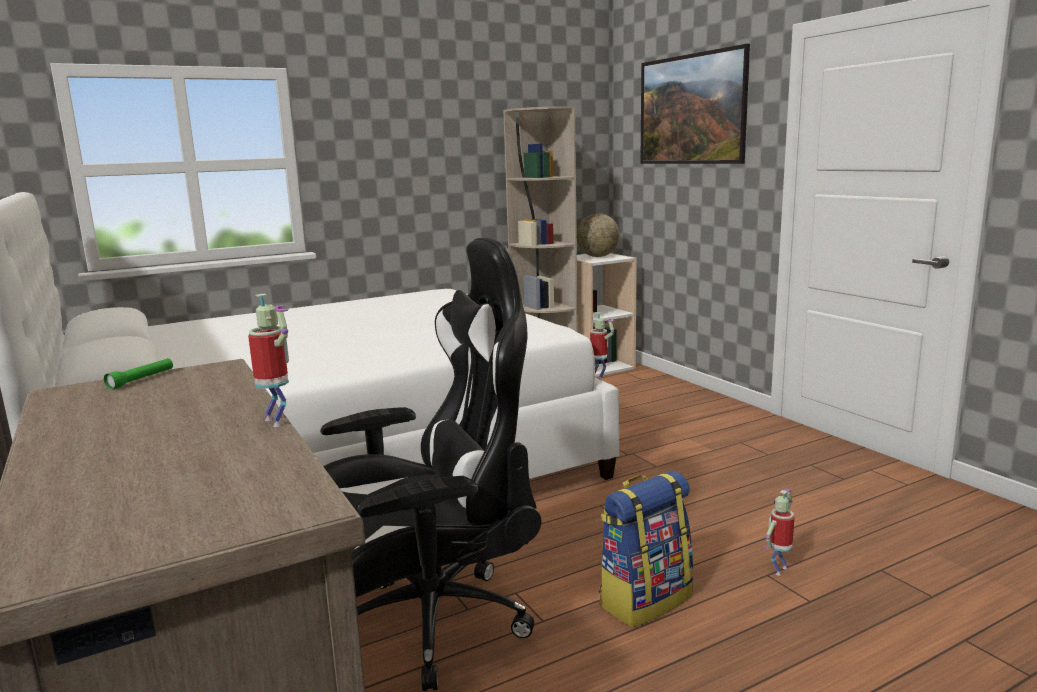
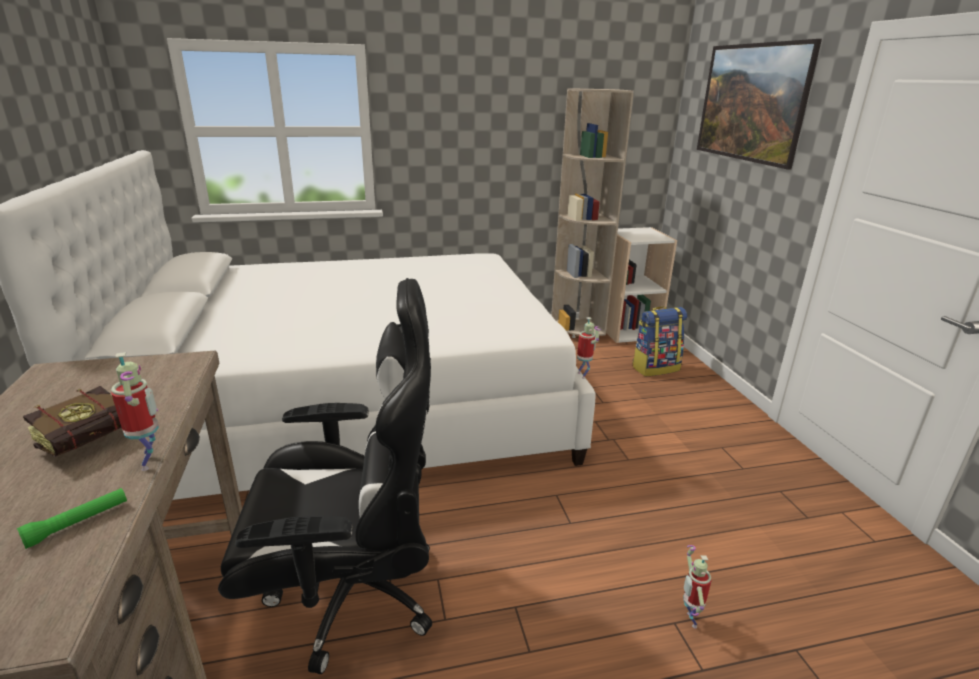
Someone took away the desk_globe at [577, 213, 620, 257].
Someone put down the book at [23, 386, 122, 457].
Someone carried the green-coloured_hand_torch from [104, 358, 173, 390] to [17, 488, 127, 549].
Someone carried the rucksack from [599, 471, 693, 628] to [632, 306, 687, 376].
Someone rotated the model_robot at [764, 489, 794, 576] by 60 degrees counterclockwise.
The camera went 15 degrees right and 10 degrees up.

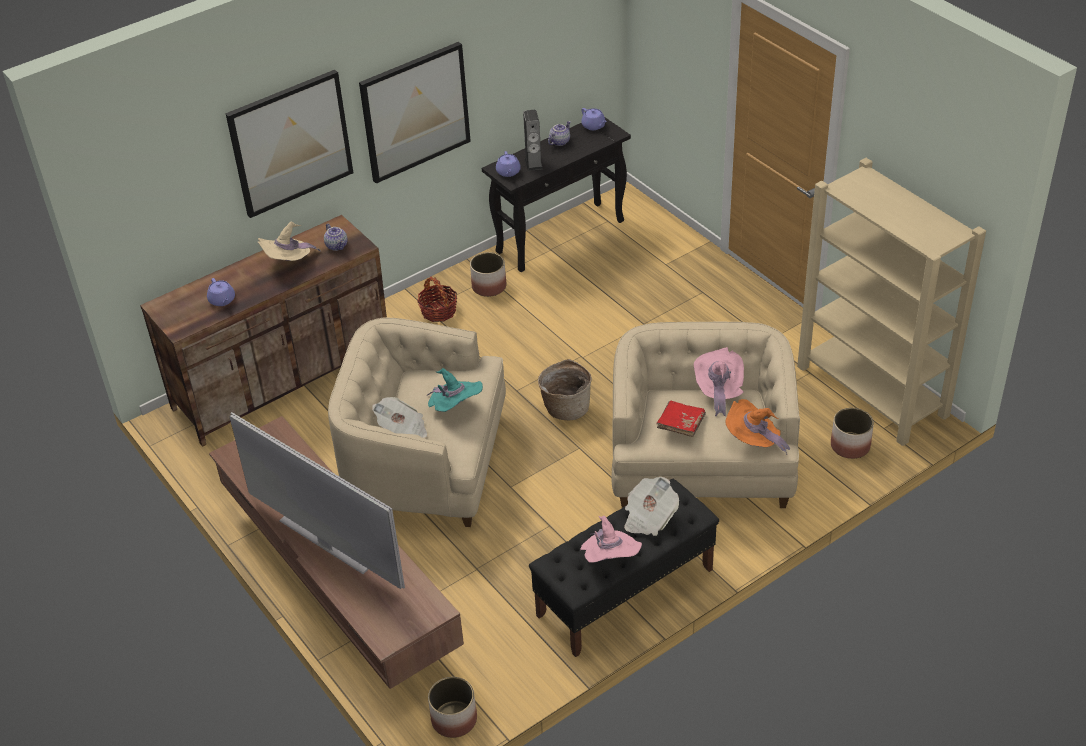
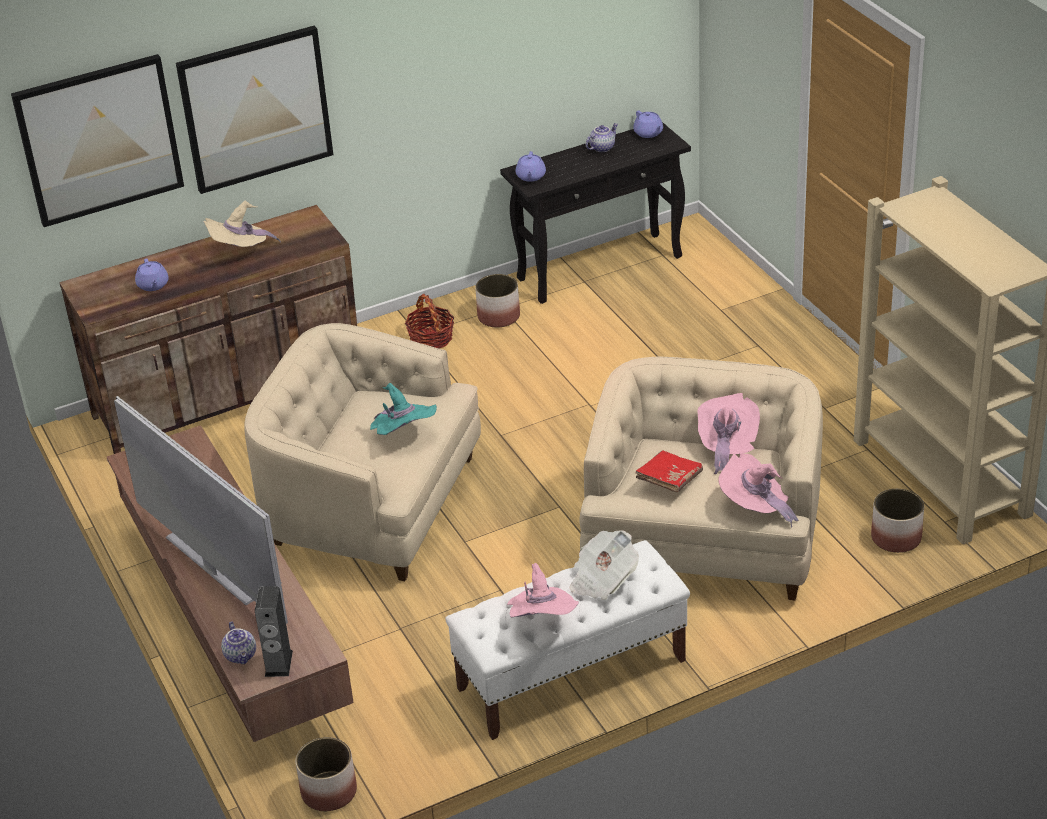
Someone took away the newspaper at [372, 397, 427, 438].
Someone took away the storage_basket at [538, 359, 592, 420].
Someone carried the pot_for_tea from [324, 224, 347, 251] to [221, 621, 256, 664].
Someone carried the picture from [359, 42, 471, 184] to [11, 54, 184, 227].
Someone carried the speaker from [523, 110, 543, 171] to [255, 586, 293, 677].
Someone repainted the black-coloured_indoor_bench at [529, 479, 719, 657], which became the white-coloured_indoor_bench at [445, 540, 690, 740].
Someone repainted the orangey_clothing_hat at [725, 399, 791, 456], which became the pink_clothing_hat at [718, 453, 798, 528].
The camera went 10 degrees right and 5 degrees down.

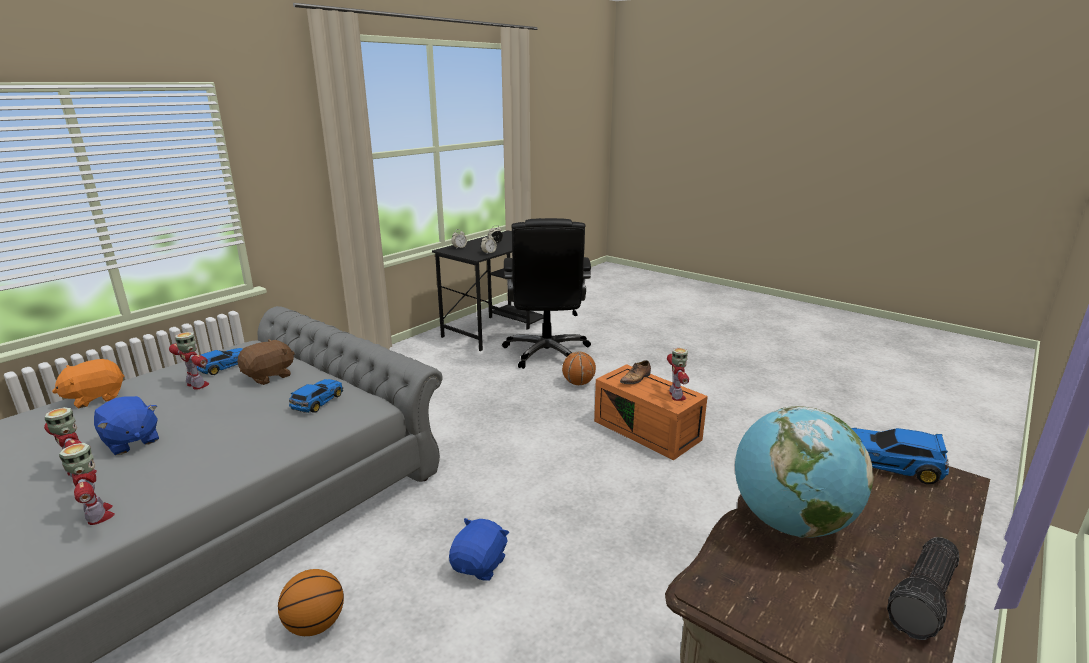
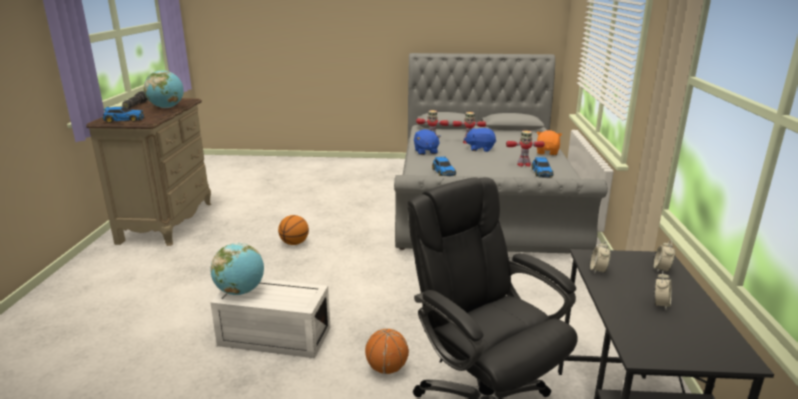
Someone took away the brown-coloured_plush_toy at [238, 339, 295, 385].
Someone took away the shoe at [620, 360, 651, 384].
Someone carried the basketball from [278, 569, 344, 636] to [278, 215, 309, 245].
Someone carried the bluish_plush_toy from [449, 518, 509, 581] to [414, 129, 441, 155].
Someone swapped the model_robot at [667, 348, 689, 401] for the desk_globe at [210, 243, 264, 295].
Someone repainted the orangey_storage_container at [594, 364, 708, 460], which became the white-coloured_storage_container at [210, 279, 330, 358].
The camera went 145 degrees right and 0 degrees up.

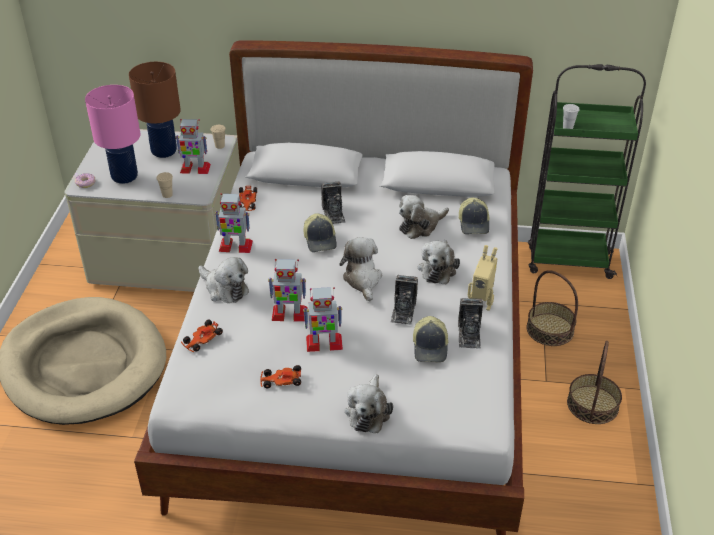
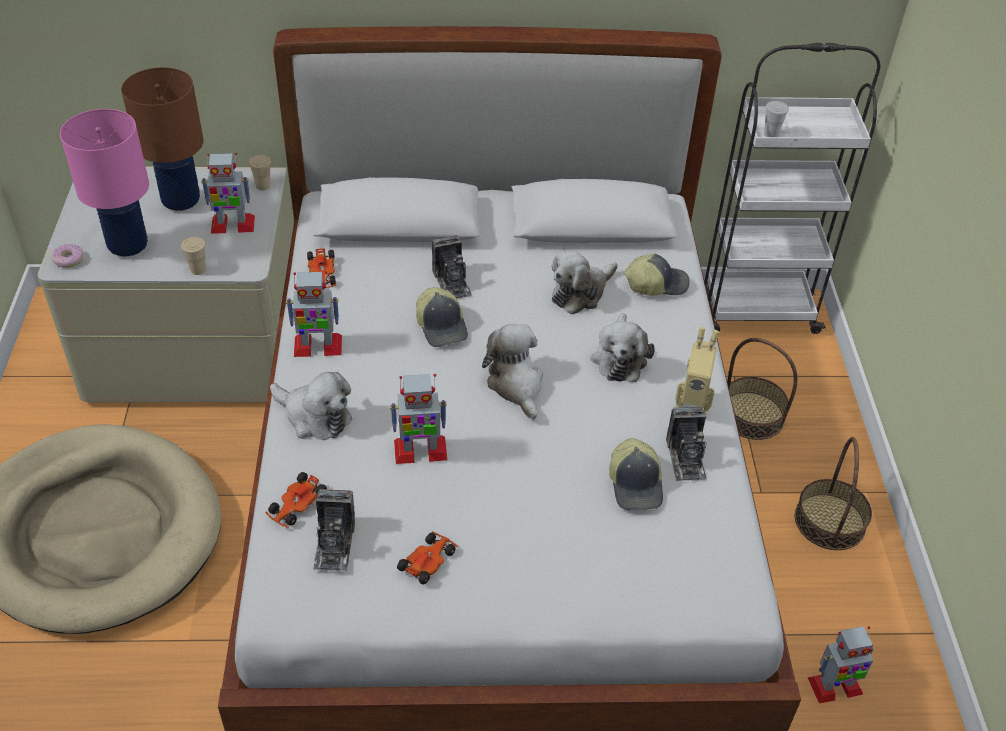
Someone took away the plush_toy at [345, 374, 393, 433].
Someone carried the model_robot from [303, 287, 343, 352] to [807, 626, 874, 703].
Someone carried the still_camera from [391, 275, 418, 325] to [313, 489, 355, 571].
Someone repainted the green-coloured_trolley at [528, 64, 646, 279], which became the white-coloured_trolley at [704, 43, 880, 334].
Someone rotated the miniature_car at [260, 365, 301, 389] by 135 degrees clockwise.
Someone rotated the cap at [459, 197, 490, 234] by 90 degrees counterclockwise.
The camera went 10 degrees left and 5 degrees up.

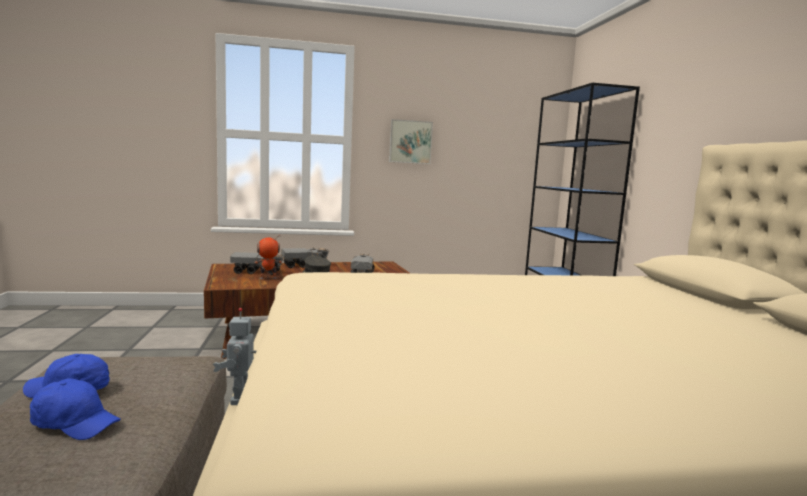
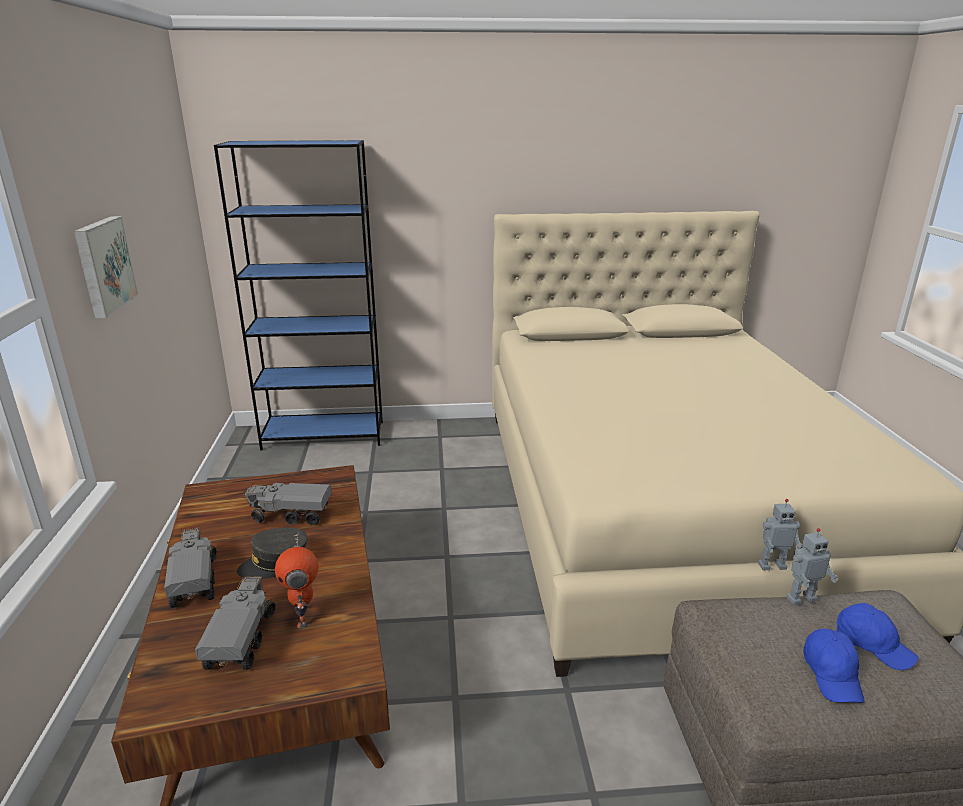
Someone put down the model_robot at [786, 528, 838, 605].
Someone rotated the bluish_cap at [30, 378, 121, 440] by 120 degrees clockwise.
The camera went 85 degrees left and 15 degrees up.

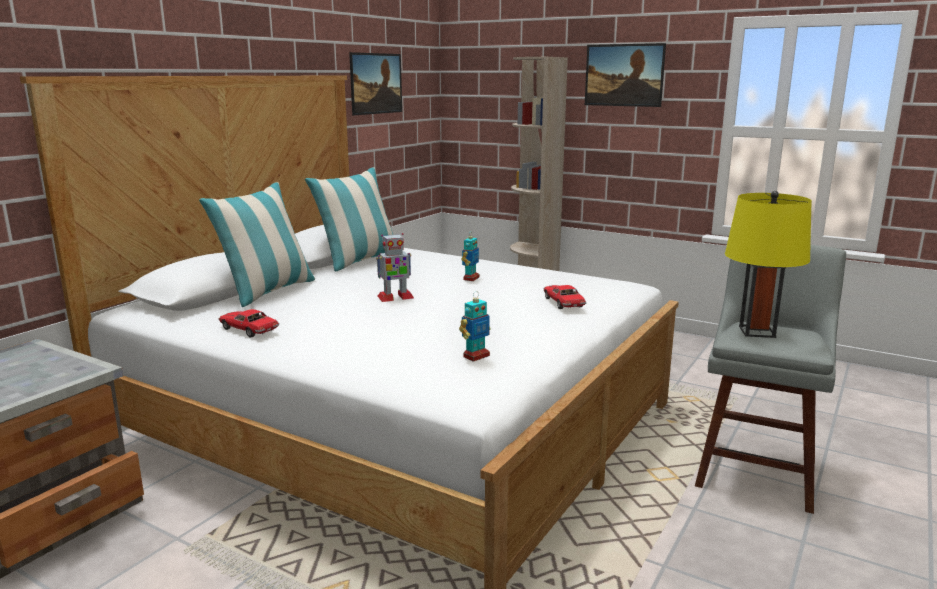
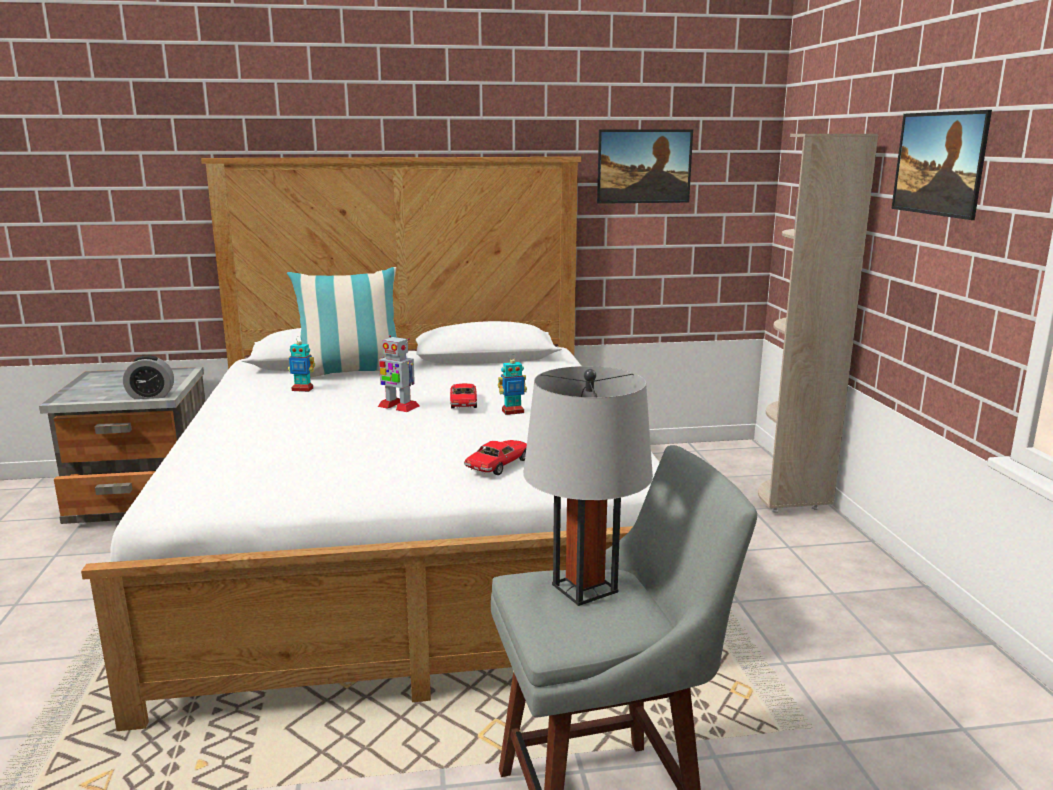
Someone took away the throw_pillow at [305, 167, 393, 271].
Someone put down the bedside_clock at [123, 355, 174, 399].
Someone carried the miniature_car from [218, 309, 279, 337] to [450, 383, 477, 409].
Someone carried the model_robot from [459, 291, 491, 362] to [288, 336, 315, 392].
Someone repainted the yellowish_tabletop_lamp at [725, 191, 812, 338], which became the gray_tabletop_lamp at [523, 366, 653, 606].
The camera went 50 degrees right and 0 degrees up.

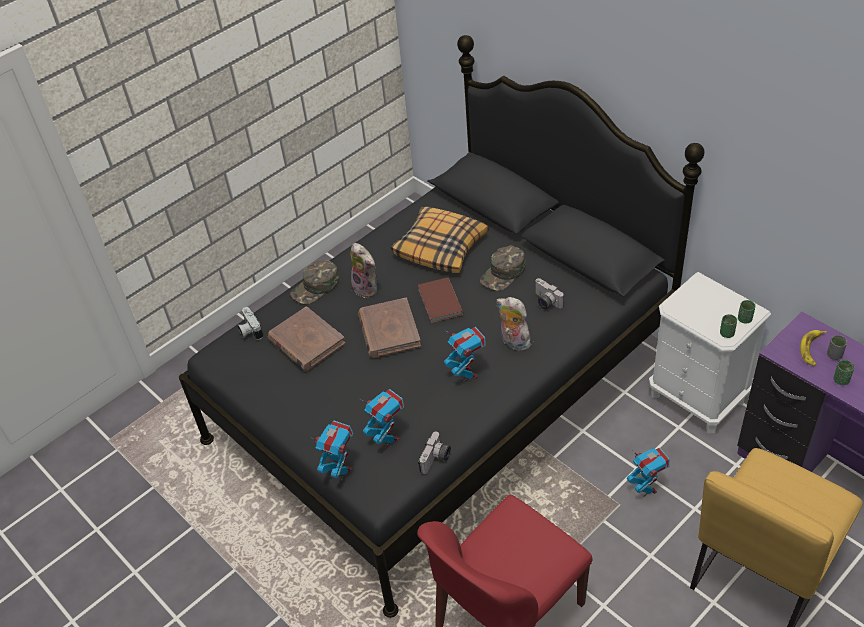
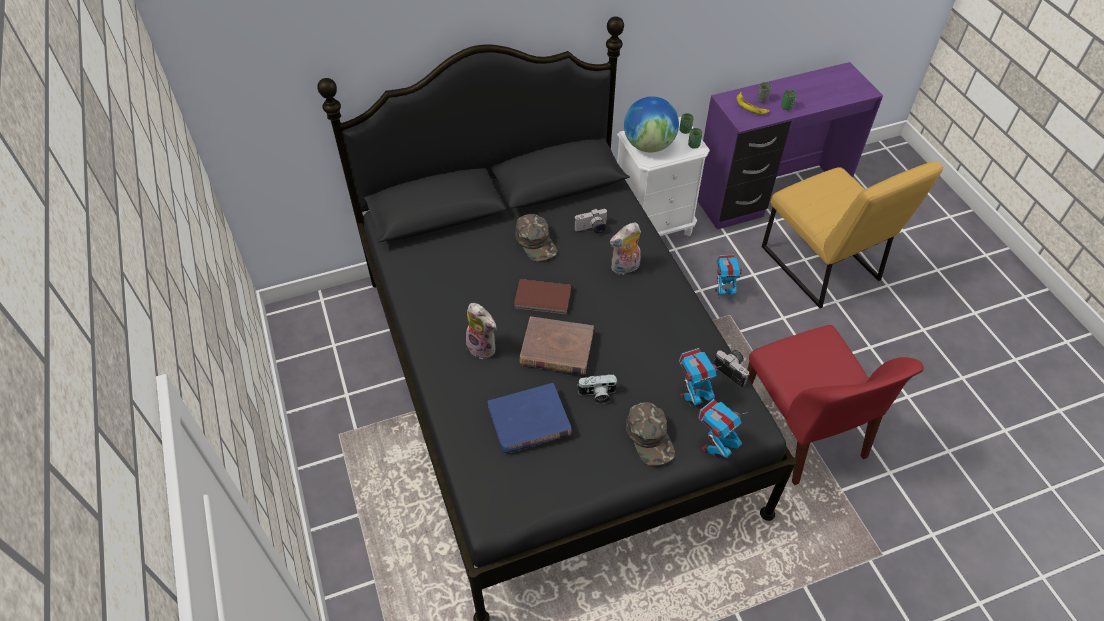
Someone took away the throw_pillow at [391, 207, 489, 273].
Someone took away the model_robot at [444, 327, 486, 382].
Someone put down the desk_globe at [624, 96, 679, 152].
Someone carried the still_camera from [238, 307, 263, 340] to [577, 374, 618, 404].
Someone carried the green-coloured_cap from [290, 260, 339, 304] to [626, 402, 675, 466].
Someone repainted the brown-coloured_book at [268, 306, 345, 371], which became the bluish_book at [487, 383, 572, 454].
Someone rotated the plush_toy at [351, 243, 377, 298] by 60 degrees clockwise.
The camera went 70 degrees left and 5 degrees up.

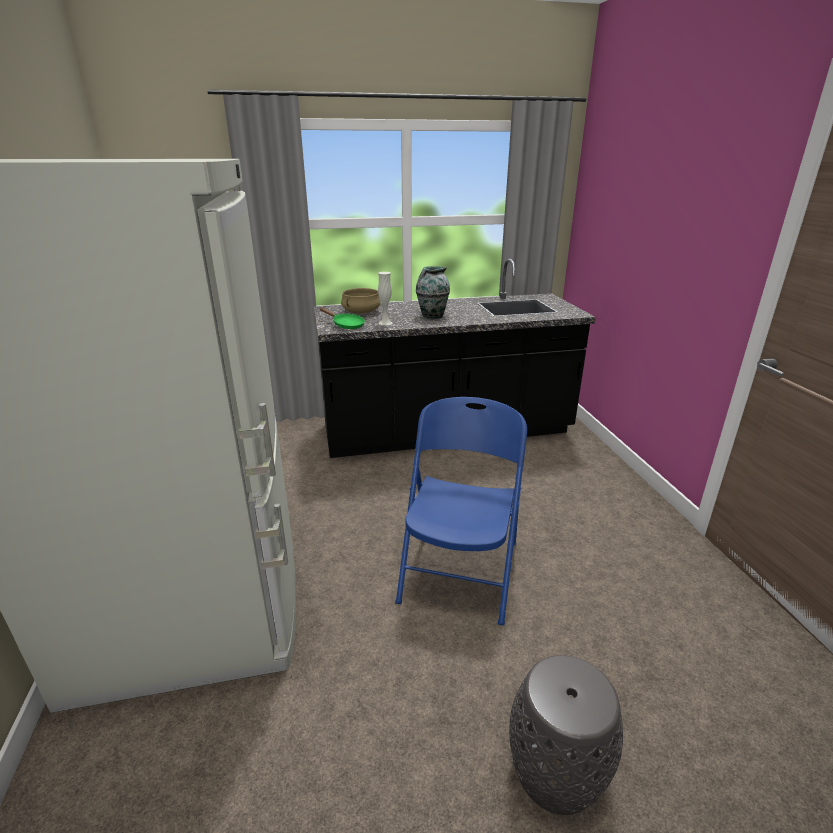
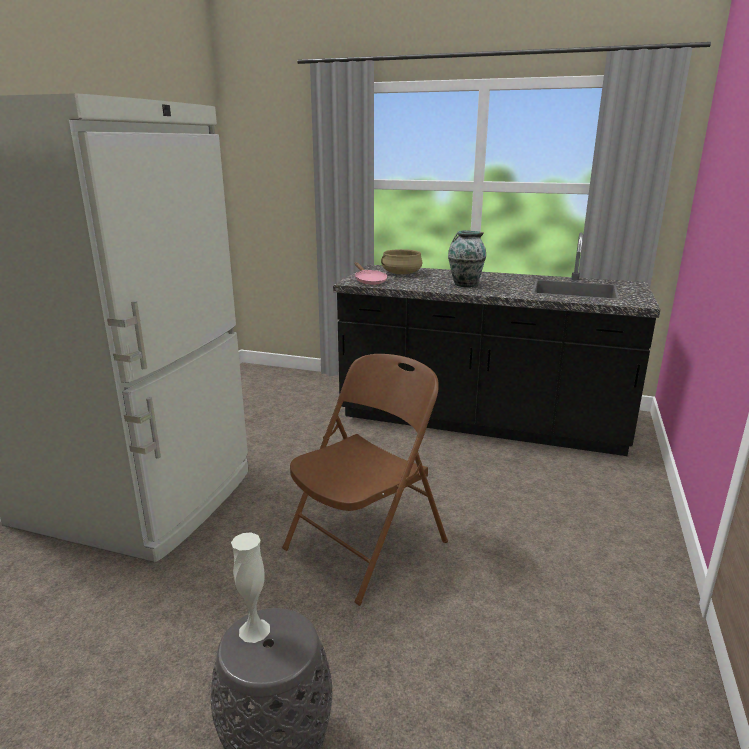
Someone carried the white-coloured_flower_vase from [378, 272, 393, 325] to [231, 532, 270, 643].
Someone repainted the green-coloured_pan at [320, 307, 365, 329], which became the pink_pan at [354, 262, 387, 285].
Someone repainted the bluish_plain_chair at [395, 397, 527, 626], which became the brown-coloured_plain_chair at [282, 354, 448, 606].
The camera went 30 degrees right and 5 degrees down.

